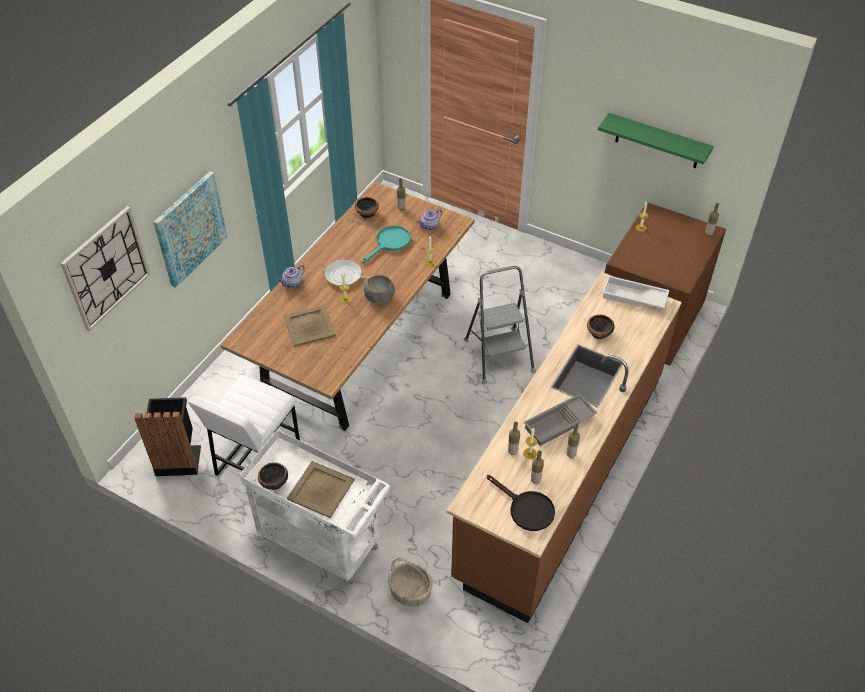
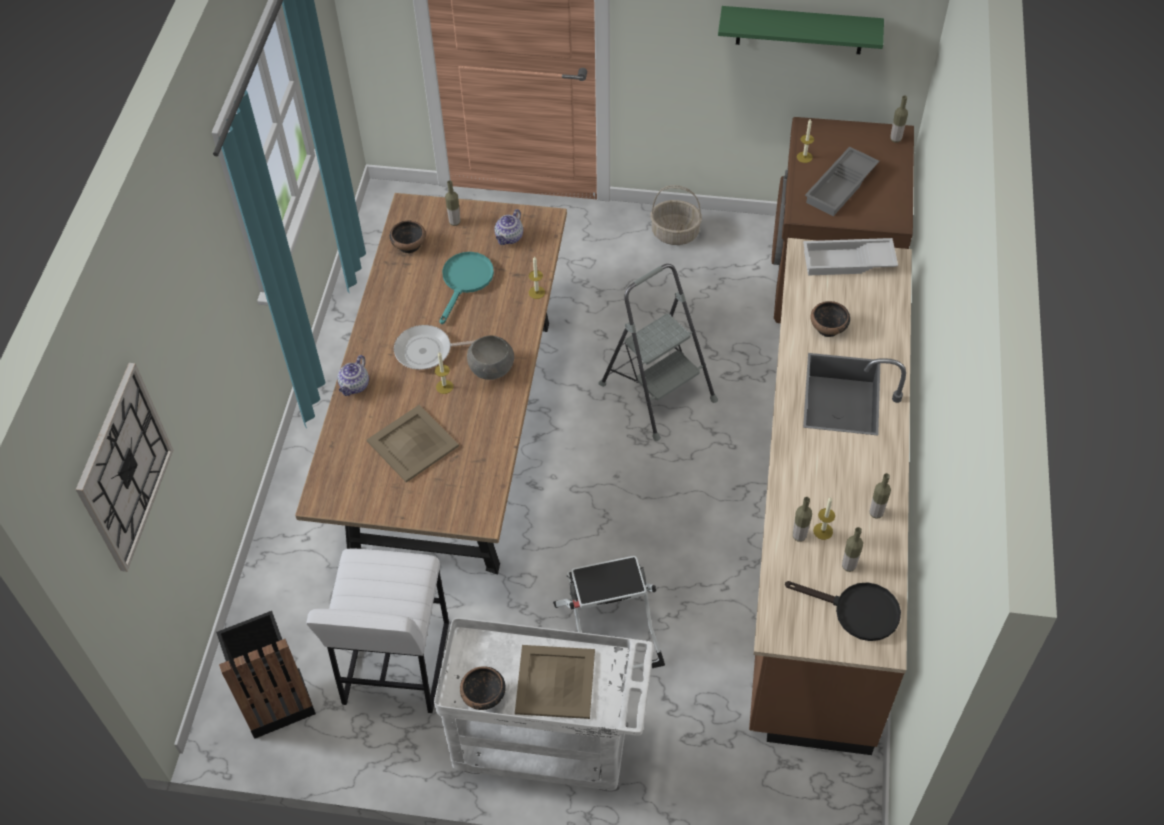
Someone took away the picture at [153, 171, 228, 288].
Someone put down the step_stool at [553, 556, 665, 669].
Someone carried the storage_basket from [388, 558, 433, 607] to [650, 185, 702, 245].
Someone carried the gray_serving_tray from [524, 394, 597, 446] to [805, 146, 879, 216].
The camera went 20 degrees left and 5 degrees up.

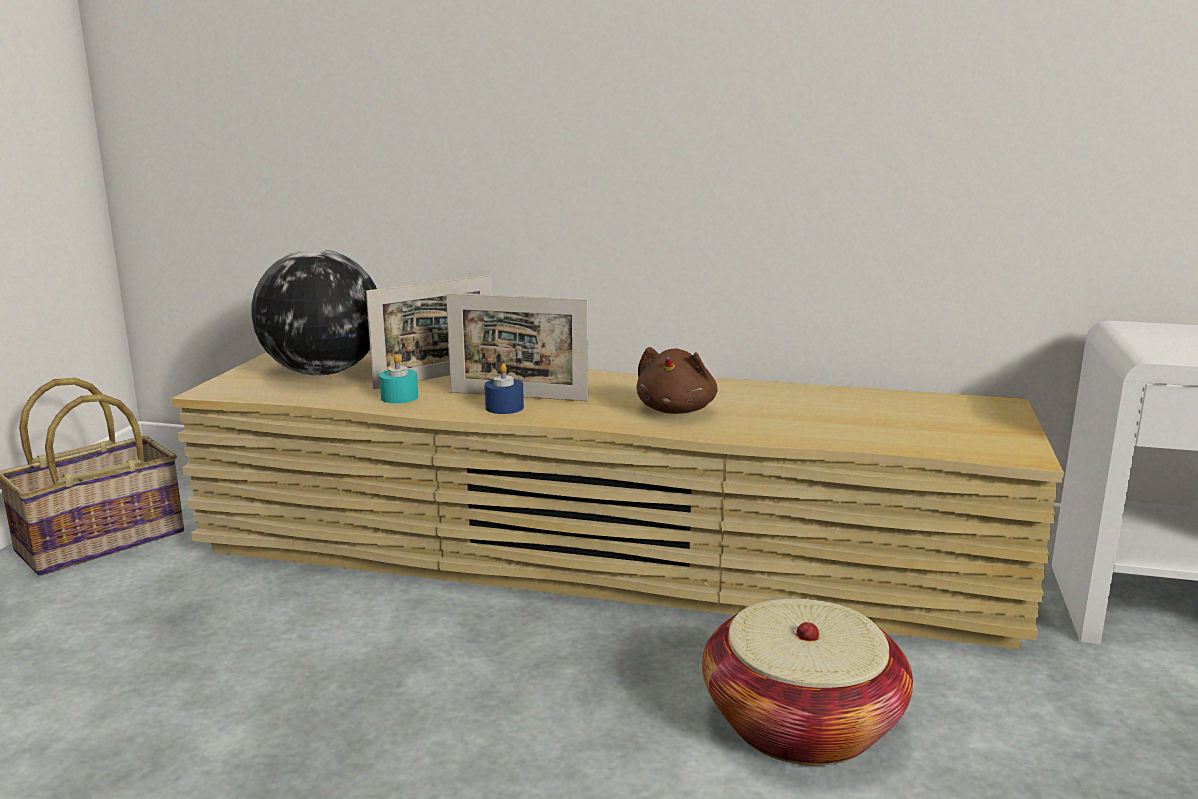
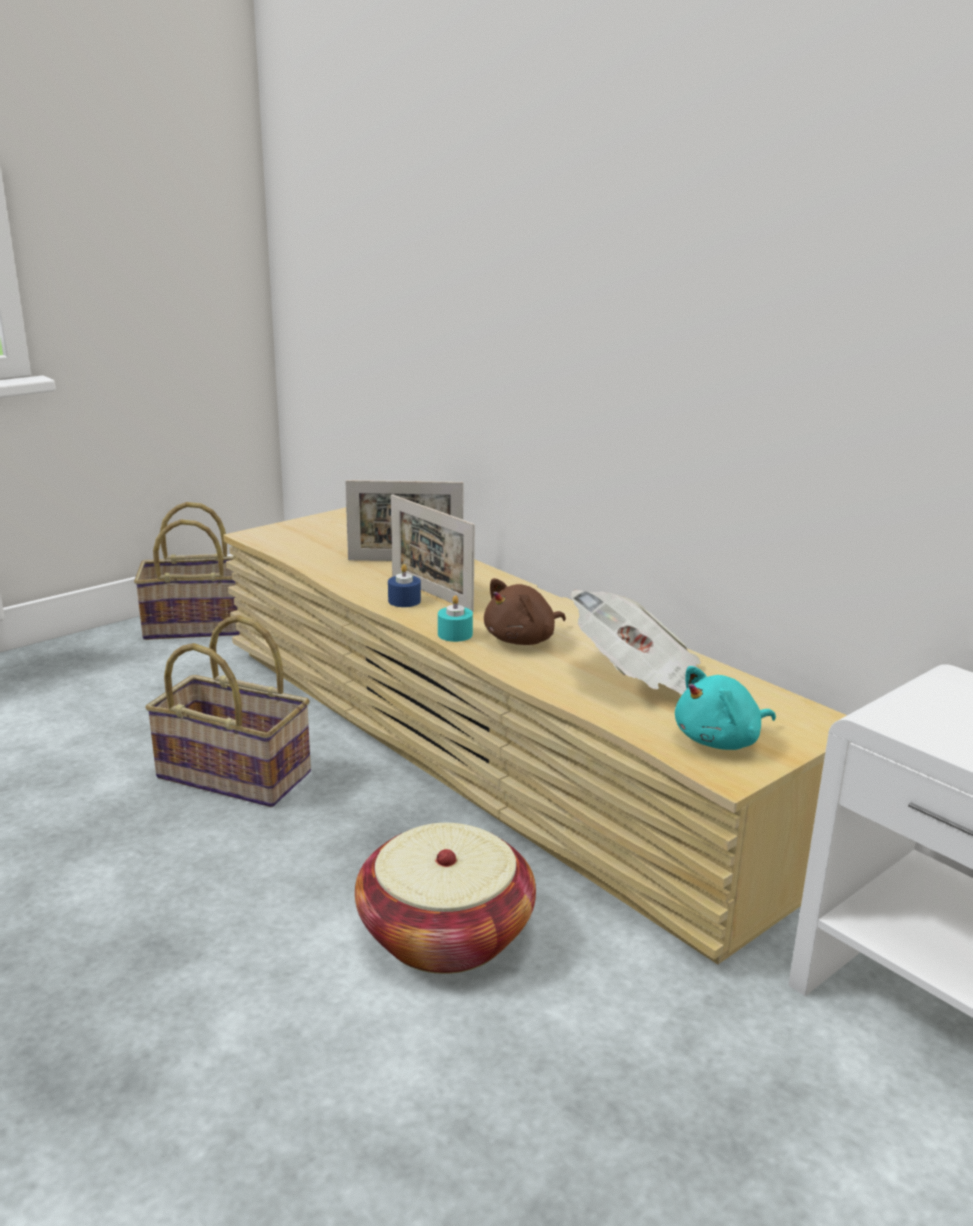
Someone took away the desk_globe at [251, 249, 377, 375].
Someone put down the storage_basket at [145, 615, 311, 807].
Someone put down the newspaper at [571, 590, 701, 694].
Someone put down the turquoise-coloured_plush_toy at [675, 666, 776, 750].
Someone carried the turquoise-coloured_wax_light from [379, 355, 418, 403] to [438, 595, 473, 642].
The camera went 35 degrees right and 5 degrees up.

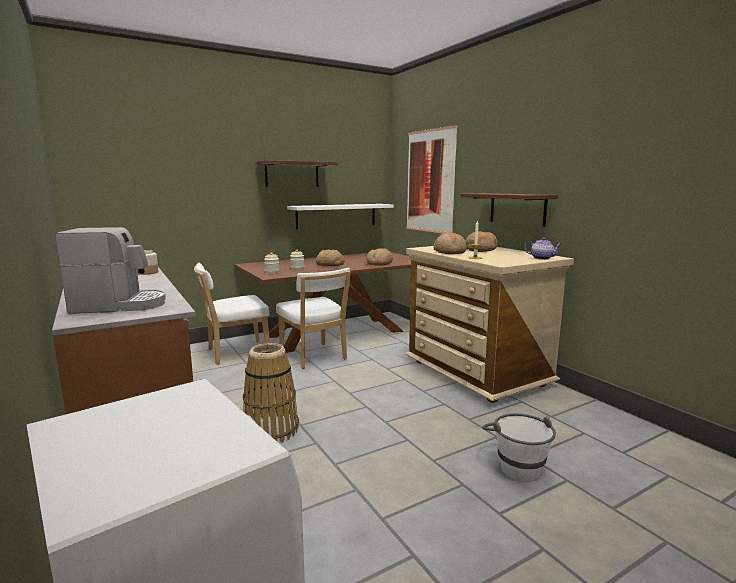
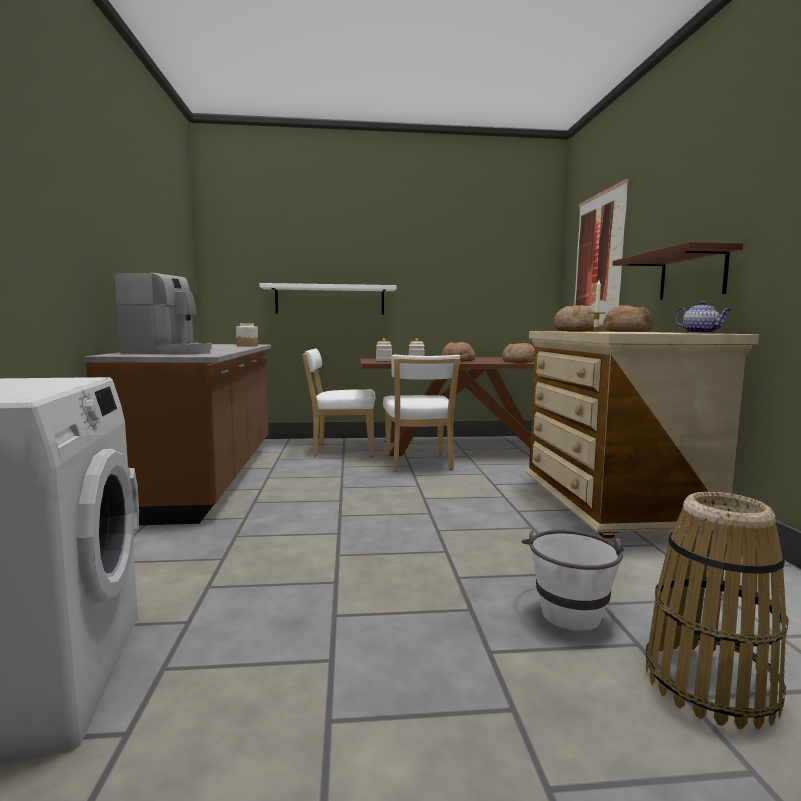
Someone took away the brown-coloured_bracket_shelf at [256, 160, 338, 187].
Someone carried the storage_basket from [243, 343, 299, 443] to [646, 492, 789, 729].
Someone carried the white-coloured_bracket_shelf from [287, 204, 394, 229] to [259, 283, 397, 315].
The camera went 25 degrees right and 5 degrees down.

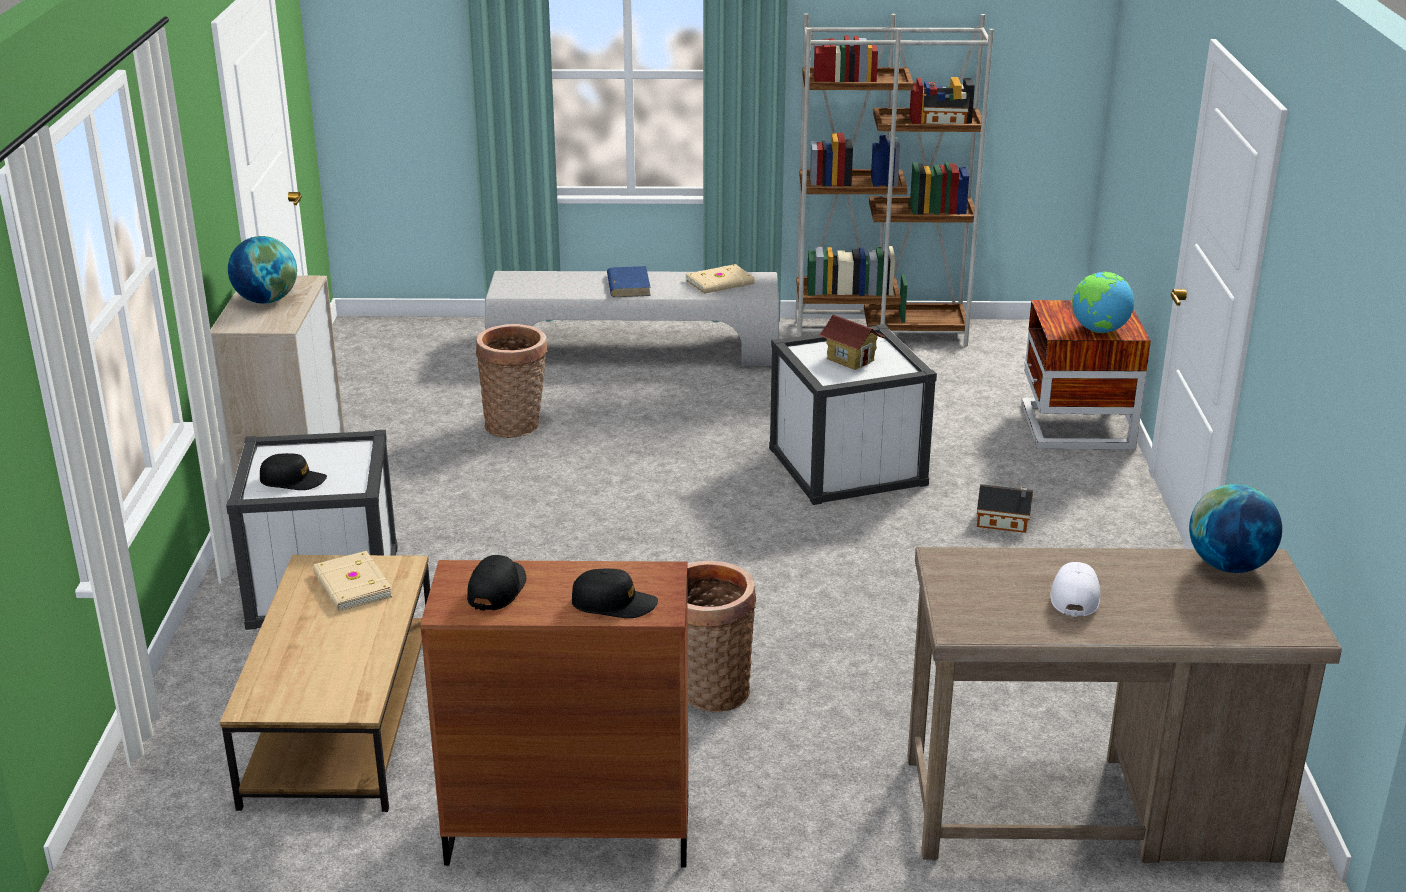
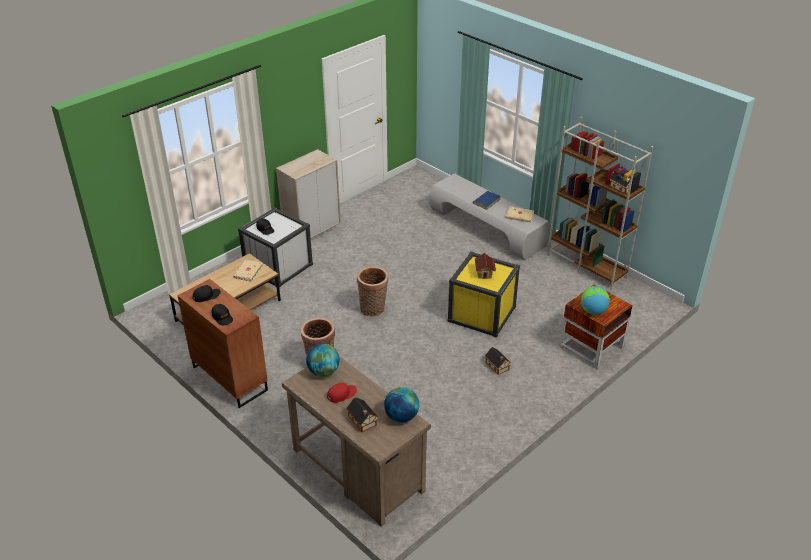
Someone put down the model_house at [346, 397, 379, 432].
Someone carried the desk_globe from [228, 236, 297, 304] to [306, 343, 340, 377].
Someone carried the storage_basket from [476, 324, 548, 438] to [357, 266, 389, 317].
Someone repainted the white-coloured_storage_container at [769, 324, 937, 505], which became the yellowish_storage_container at [447, 251, 520, 338].
Someone repainted the white-coloured_cap at [1050, 562, 1100, 617], which became the red-coloured_cap at [327, 382, 357, 403].
The camera went 45 degrees right and 10 degrees up.

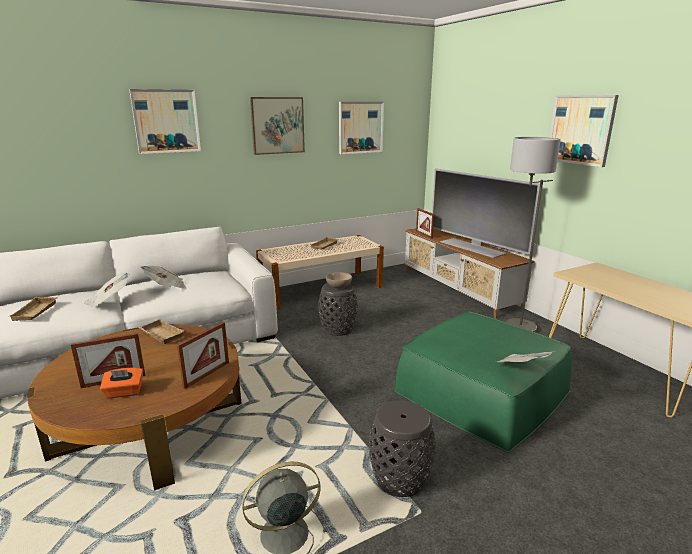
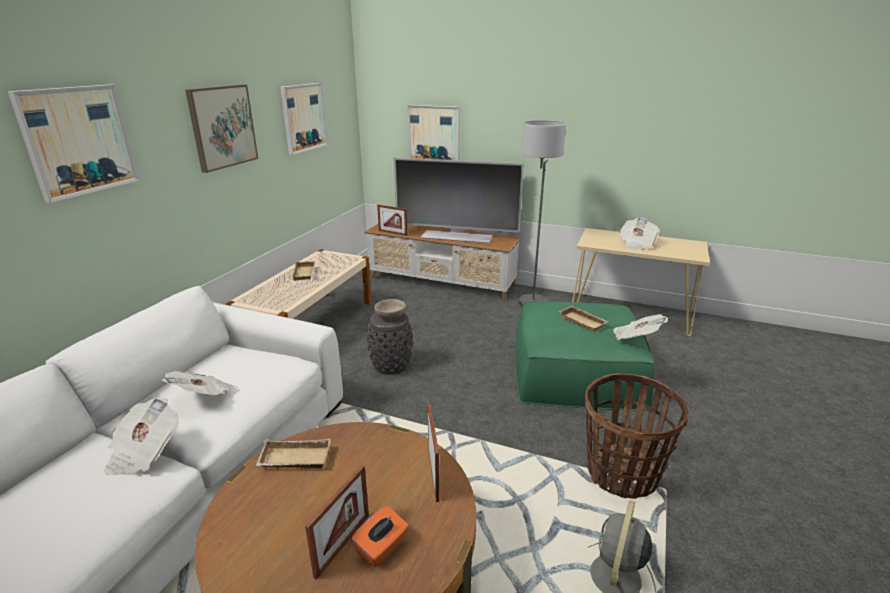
Someone put down the newspaper at [620, 218, 660, 250].
Someone carried the beige_serving_tray from [10, 297, 58, 321] to [559, 306, 608, 332].
Someone carried the picture from [550, 95, 619, 167] to [407, 105, 460, 160].
Someone swapped the gray_sitting_stool at [369, 400, 436, 497] for the storage_basket at [585, 373, 689, 499].
The camera went 40 degrees left and 5 degrees up.

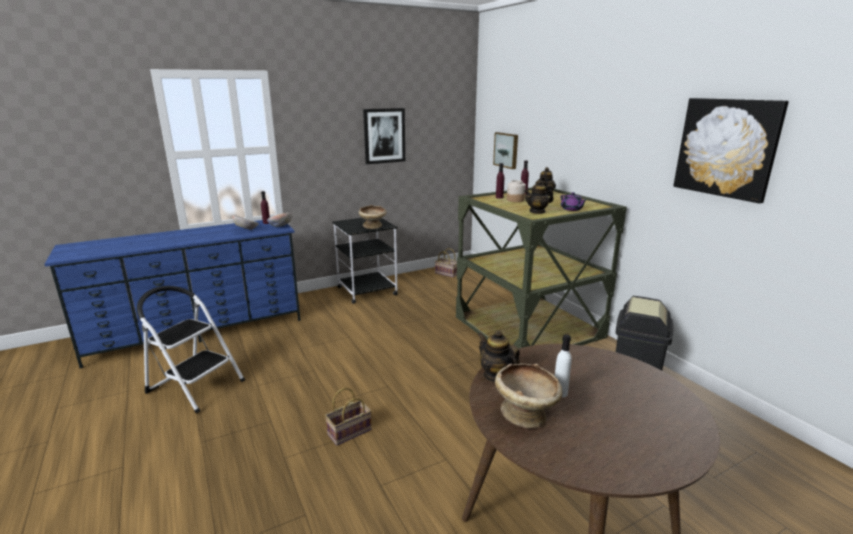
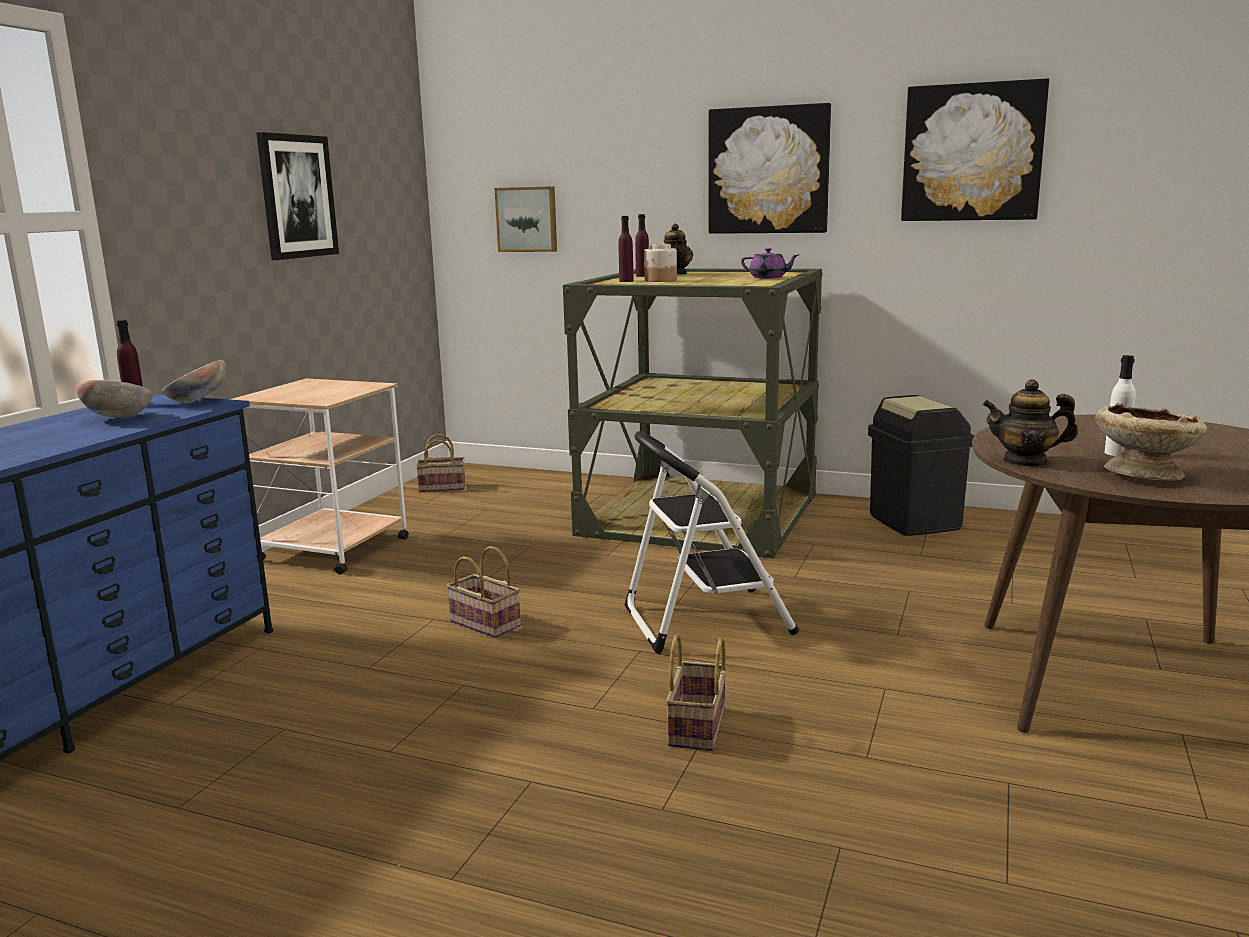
Someone took away the beige_deep_dish at [359, 205, 387, 229].
Someone took away the pot_for_tea at [524, 180, 553, 214].
Someone put down the storage_basket at [446, 546, 521, 638].
Someone put up the picture at [709, 103, 831, 234].
Someone carried the step_stool from [137, 286, 245, 413] to [625, 431, 799, 654].
Someone repainted the black-coloured_trolley at [332, 218, 398, 304], which became the beige_trolley at [230, 378, 409, 575].
The camera went 40 degrees left and 5 degrees down.

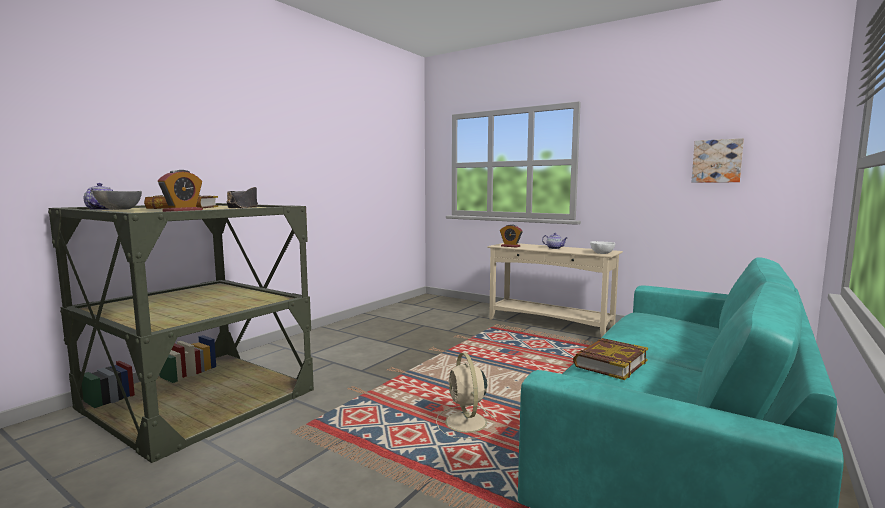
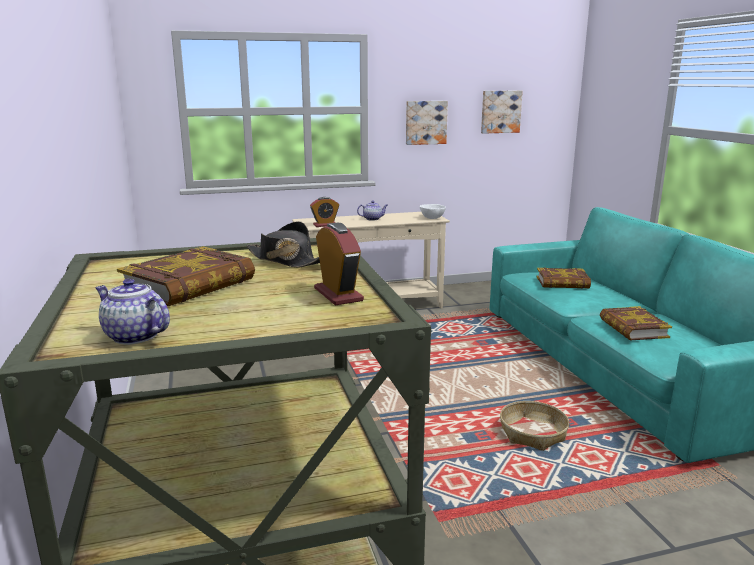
Someone took away the gray_deep_dish at [92, 190, 142, 210].
Someone put up the picture at [406, 101, 448, 145].
Someone put down the book at [537, 267, 591, 289].
Someone swapped the beige_cooling_fan at [436, 353, 497, 439] for the storage_basket at [500, 401, 569, 451].
The camera went 50 degrees left and 10 degrees up.

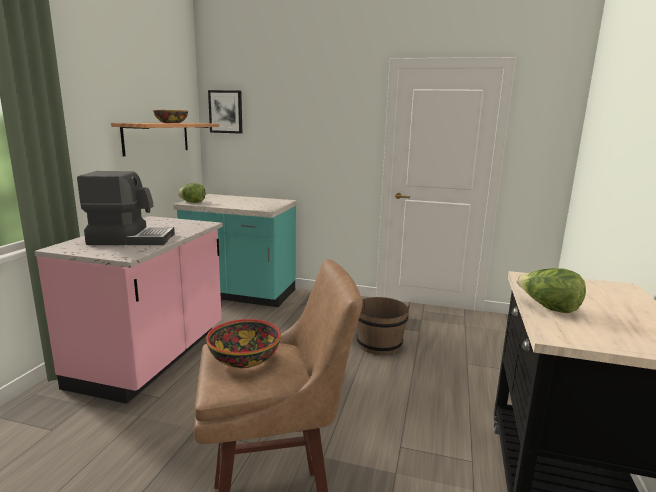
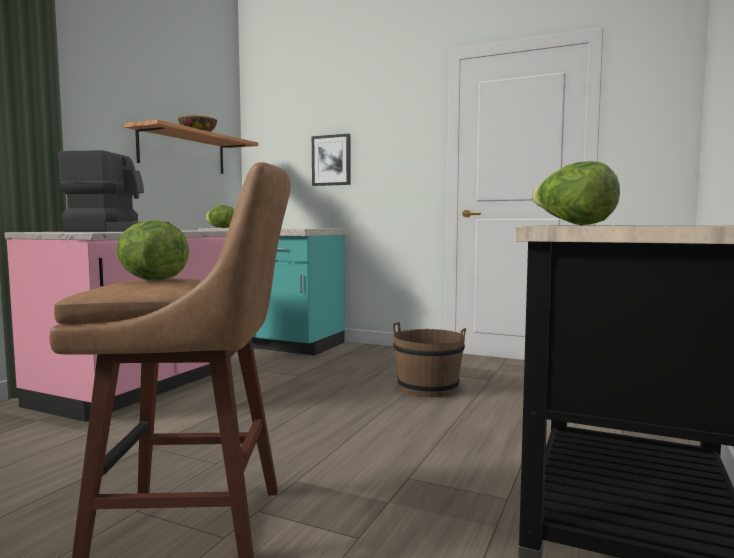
Someone carried the picture from [208, 90, 243, 134] to [312, 134, 351, 186].
Someone swapped the deep_dish at [206, 319, 281, 368] for the lettuce at [116, 220, 189, 281].
The camera went 10 degrees right and 10 degrees down.

